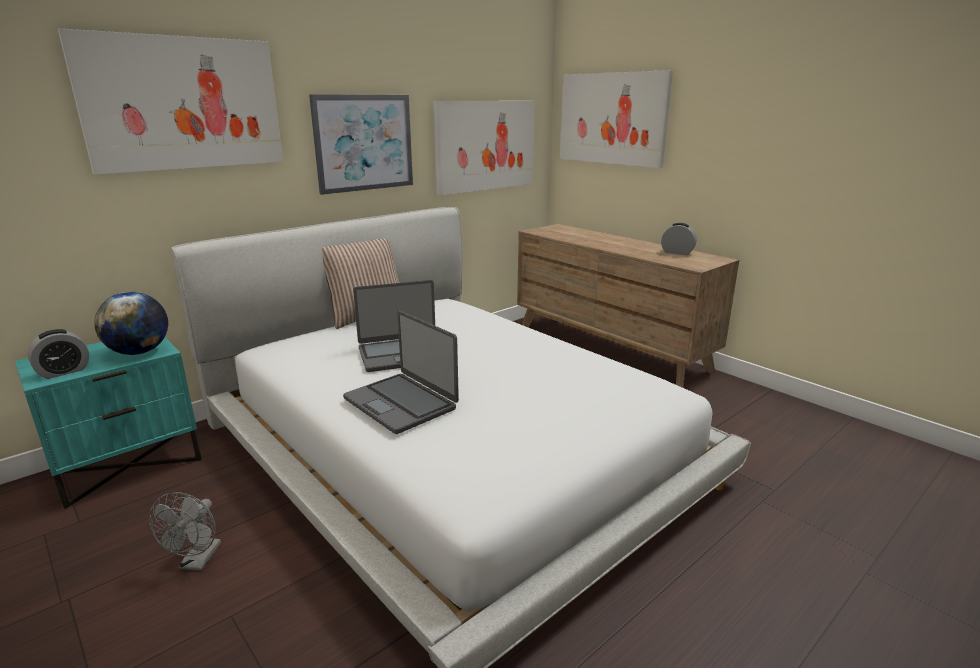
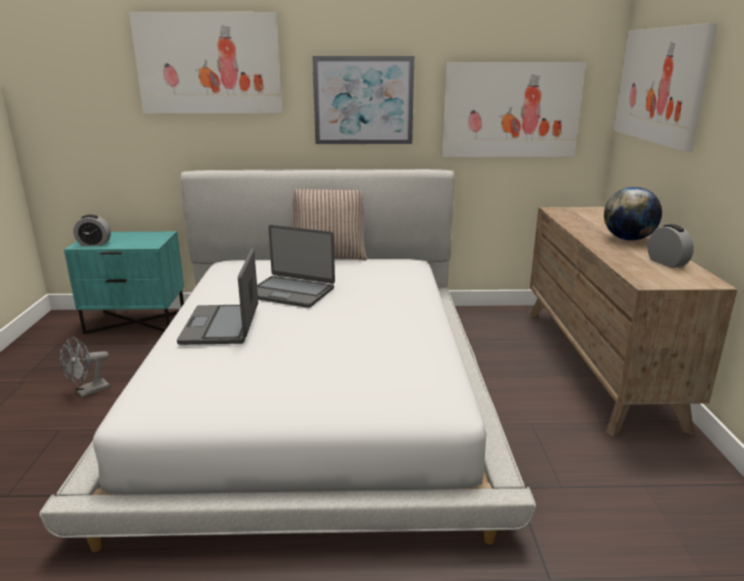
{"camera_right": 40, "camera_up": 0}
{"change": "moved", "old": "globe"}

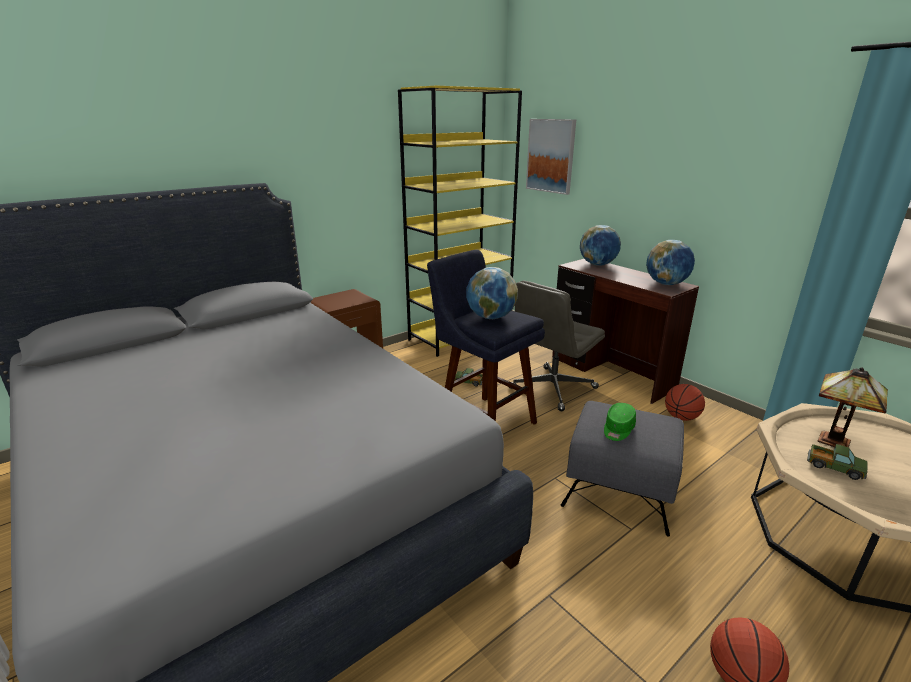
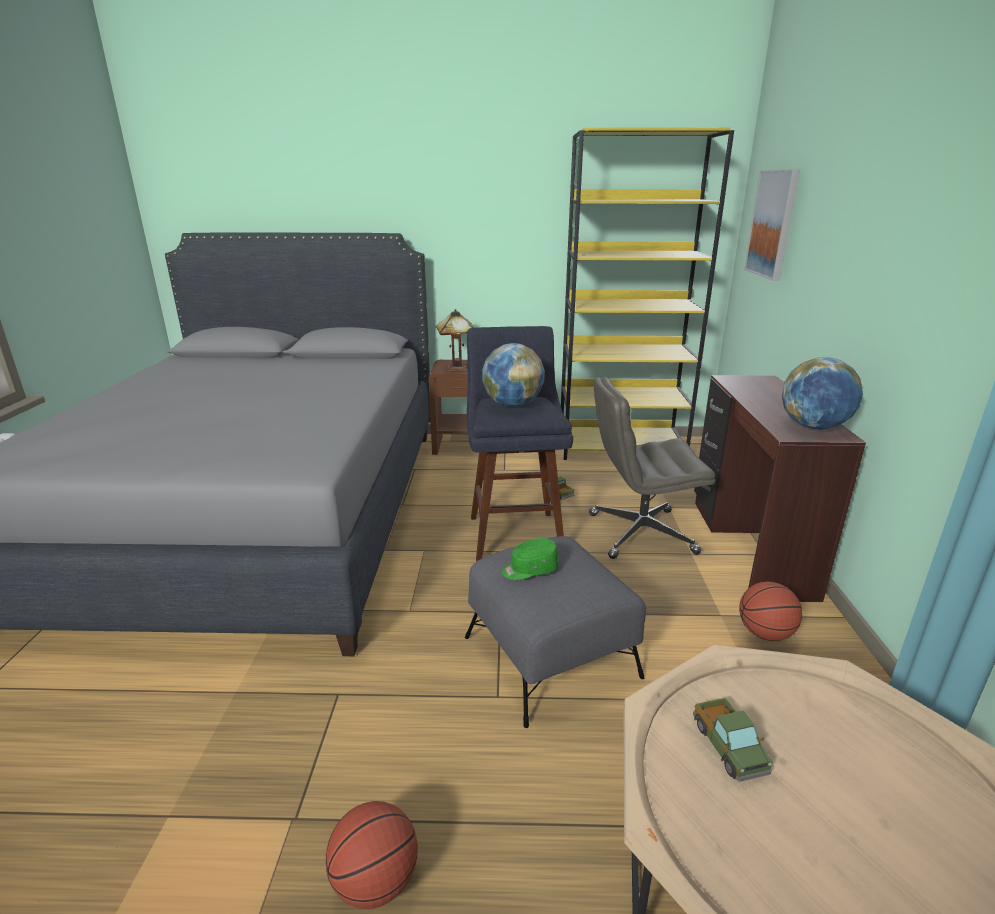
{"camera_right": 40, "camera_up": 0}
{"change": "removed", "old": "globe (2nd from left)"}
{"change": "moved", "old": "table lamp"}

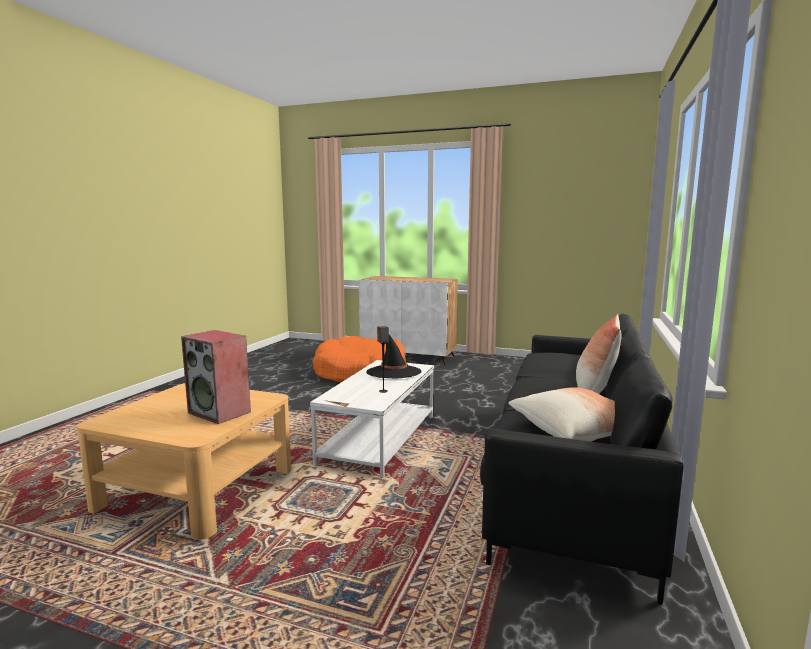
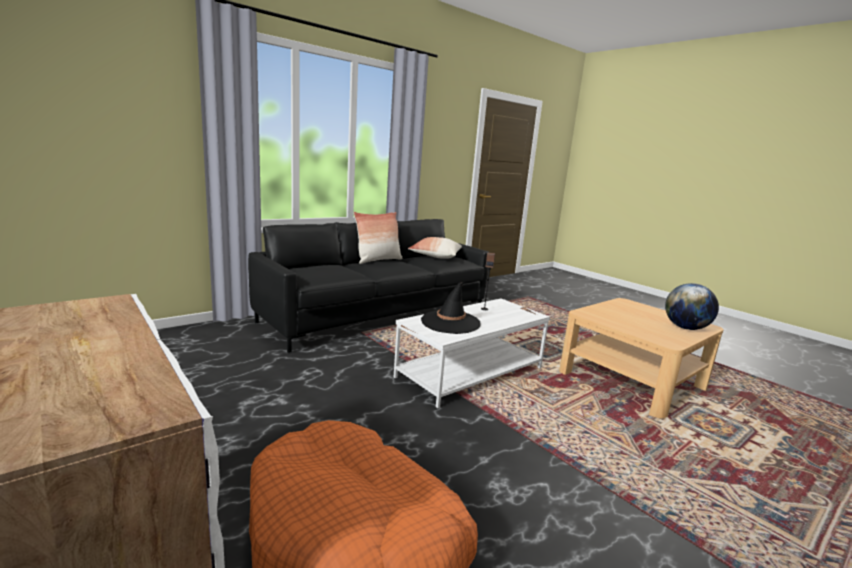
{"camera_right": -150, "camera_up": 5}
{"change": "removed", "old": "speaker (1st from left)"}
{"change": "added", "new": "globe"}

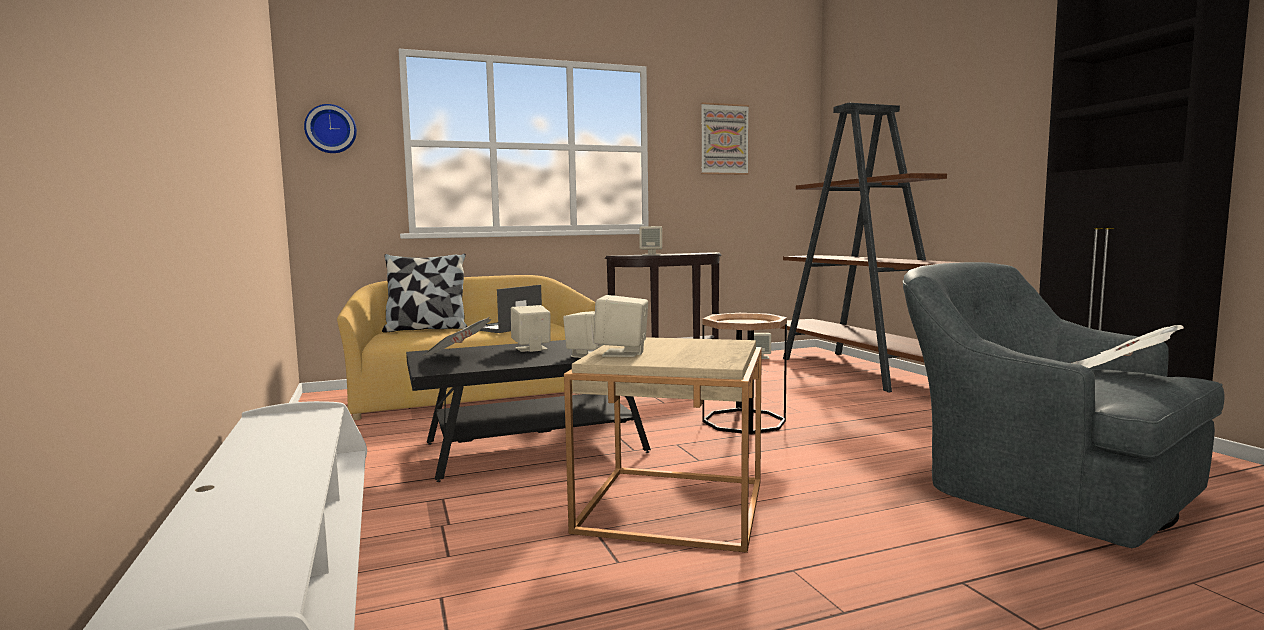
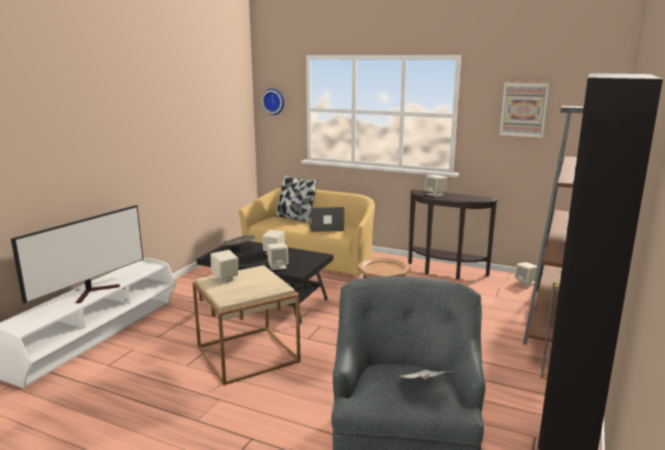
{"camera_right": 45, "camera_up": 10}
{"change": "added", "new": "television"}

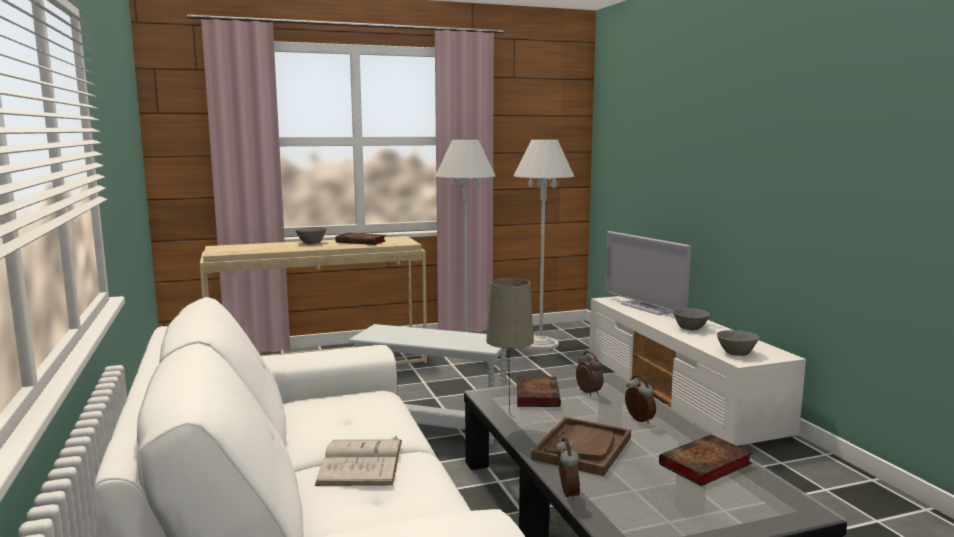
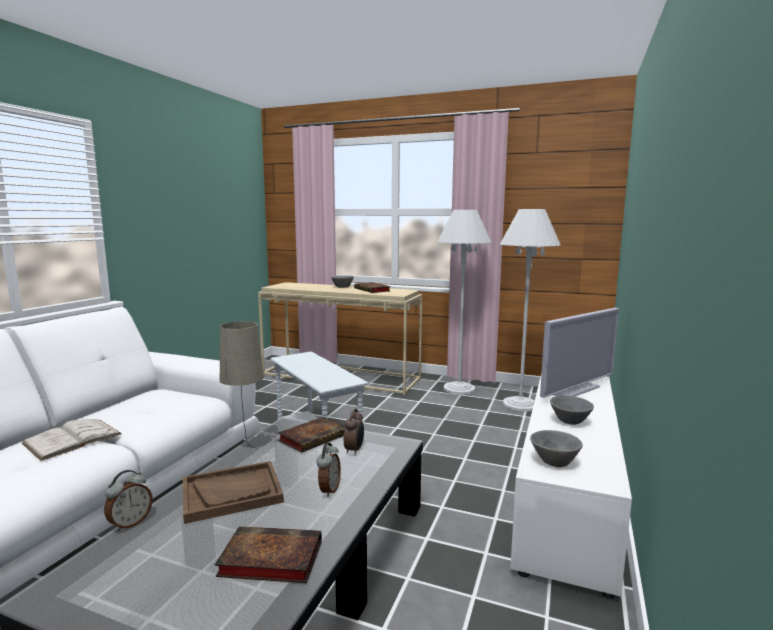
{"camera_right": 40, "camera_up": 0}
{"change": "turned", "old": "television", "degrees": -135}

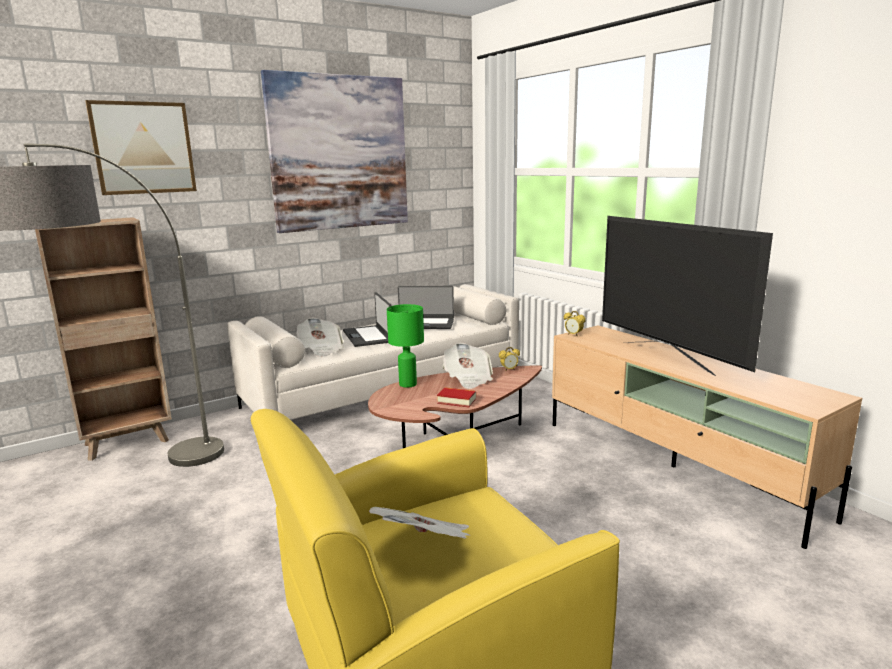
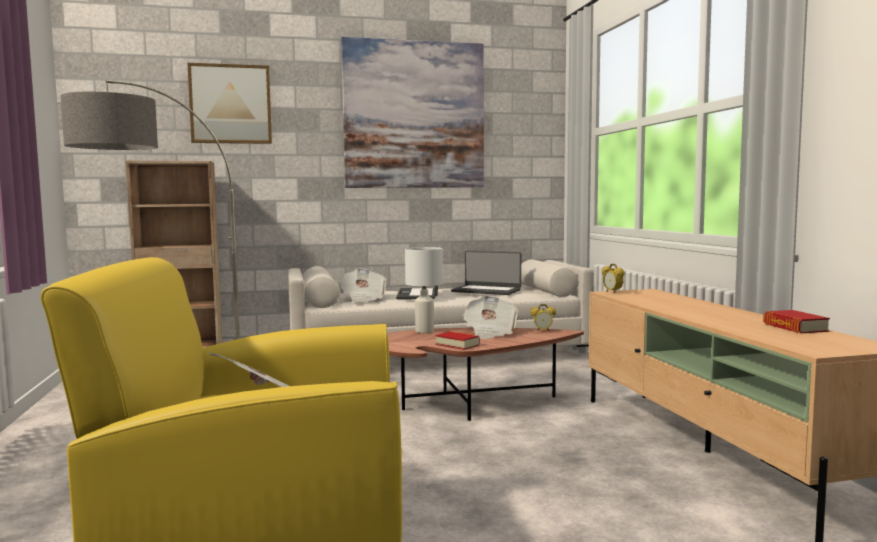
{"camera_right": 20, "camera_up": -10}
{"change": "removed", "old": "television"}
{"change": "added", "new": "book (2nd from left)"}
{"change": "recoloured", "old": "green table lamp", "new": "white table lamp"}

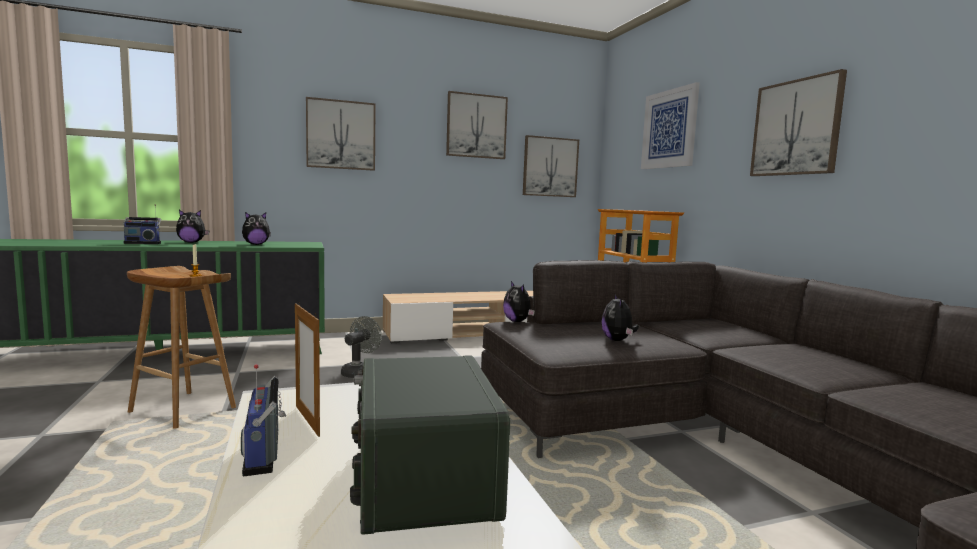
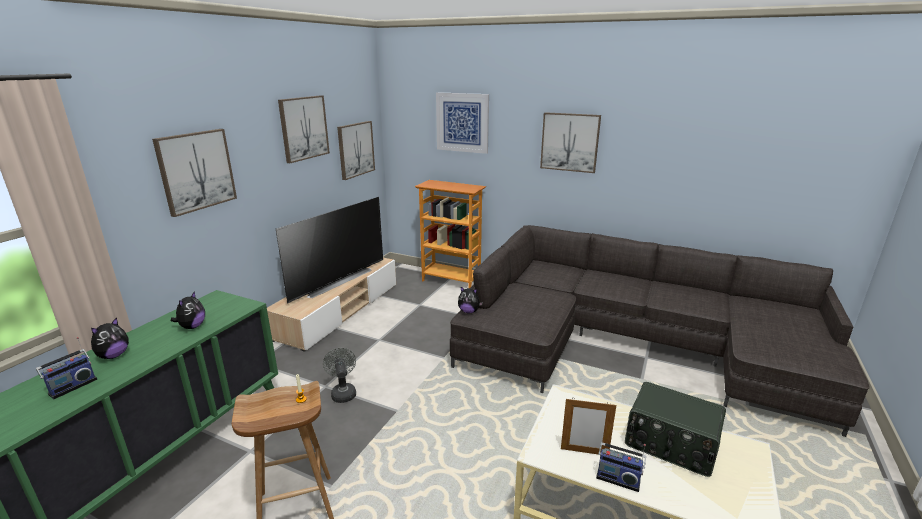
{"camera_right": -45, "camera_up": 15}
{"change": "removed", "old": "plush toy (4th from left)"}
{"change": "added", "new": "television"}

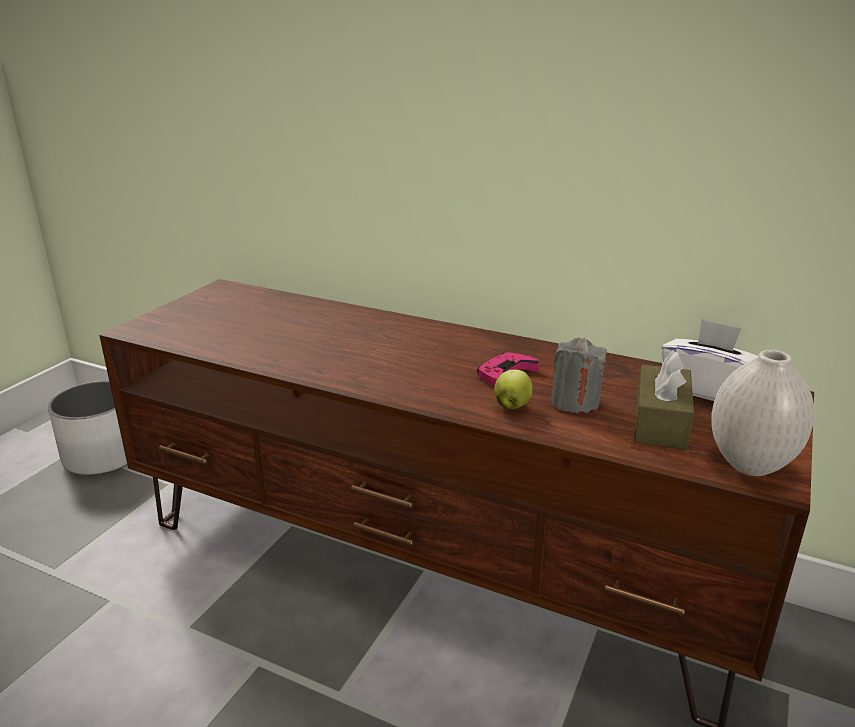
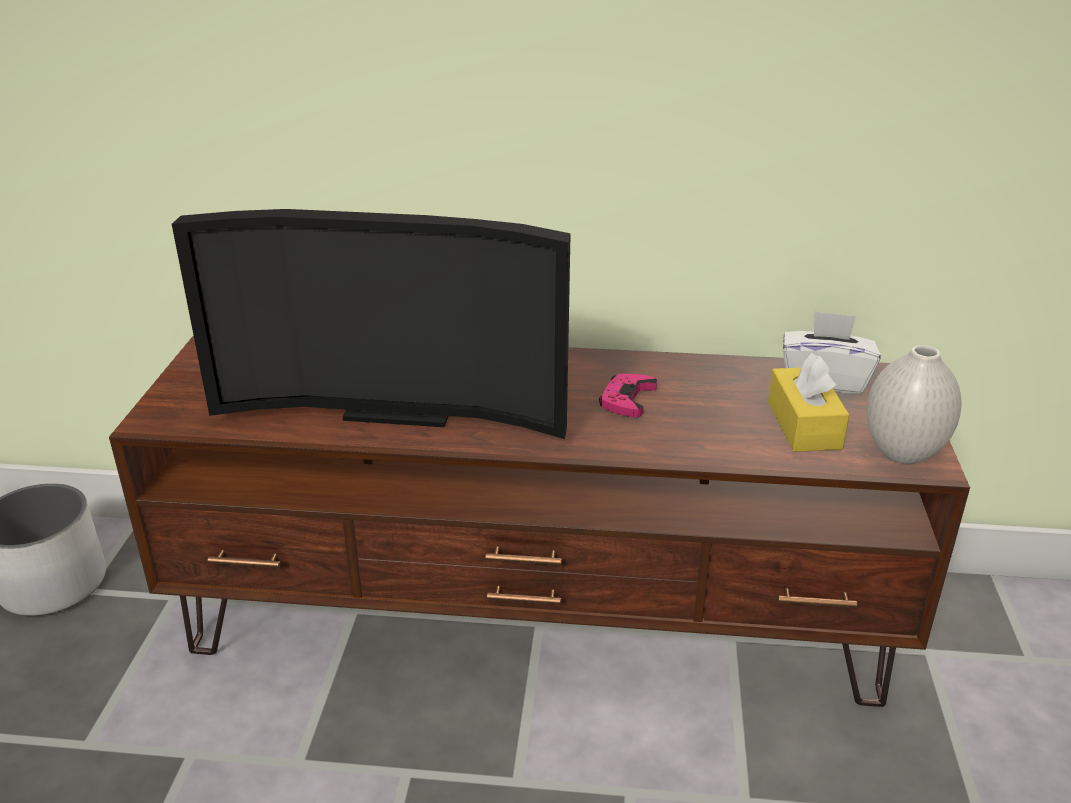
{"camera_right": -20, "camera_up": 5}
{"change": "removed", "old": "apple"}
{"change": "removed", "old": "grey candle"}
{"change": "added", "new": "television"}
{"change": "recoloured", "old": "brown tissue box", "new": "yellow tissue box"}

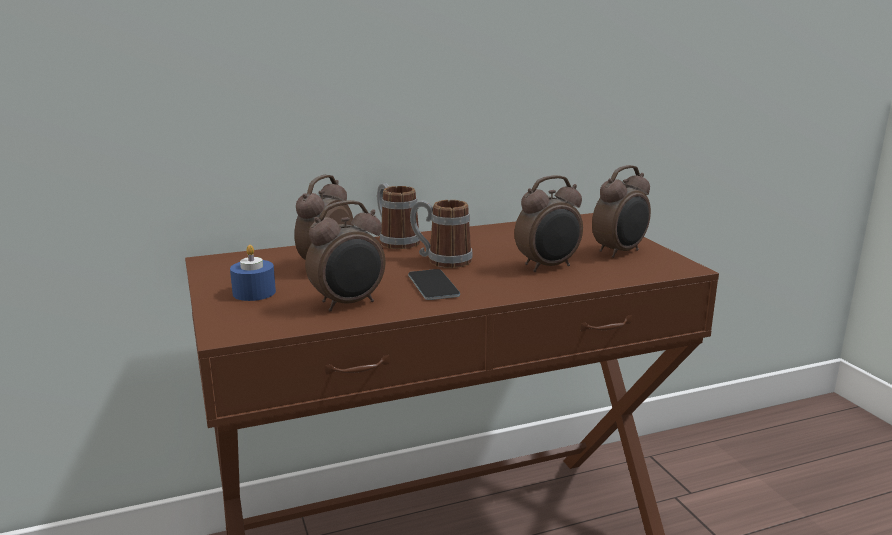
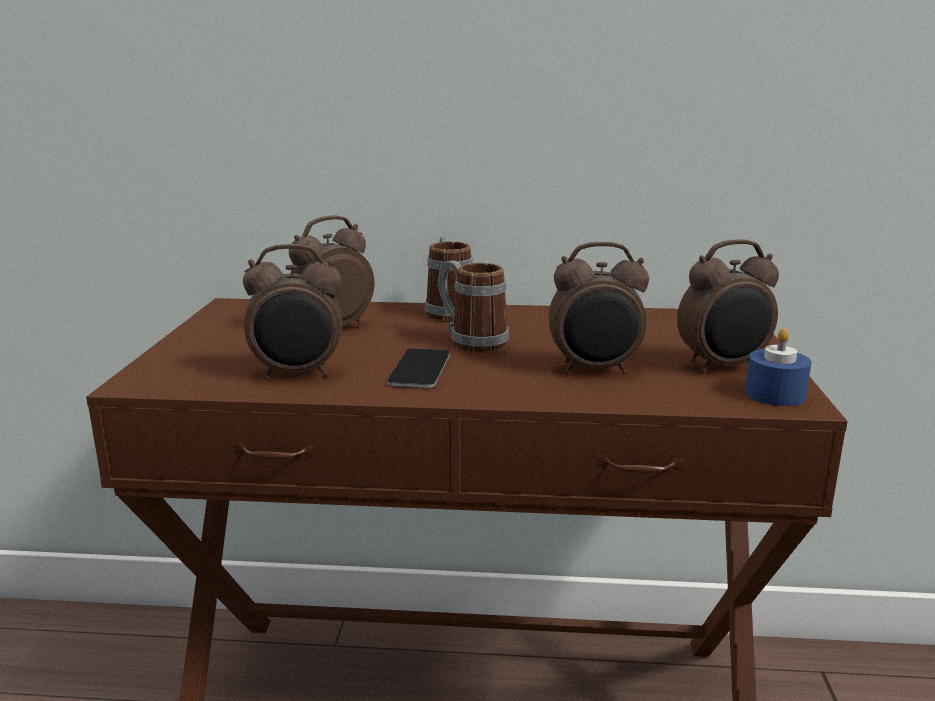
{"camera_right": 25, "camera_up": 0}
{"change": "moved", "old": "blue candle"}

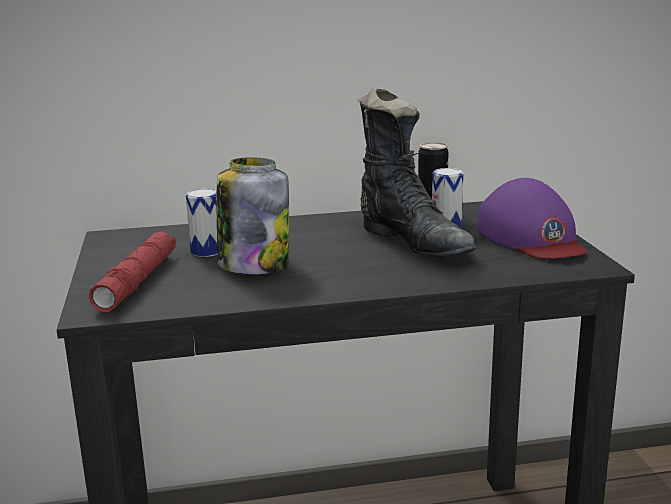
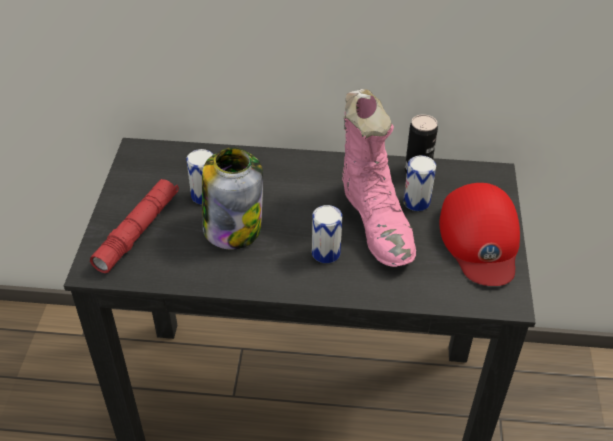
{"camera_right": 15, "camera_up": 25}
{"change": "added", "new": "can (2nd from left)"}
{"change": "recoloured", "old": "black boot", "new": "pink boot"}
{"change": "recoloured", "old": "purple cap", "new": "red cap"}

